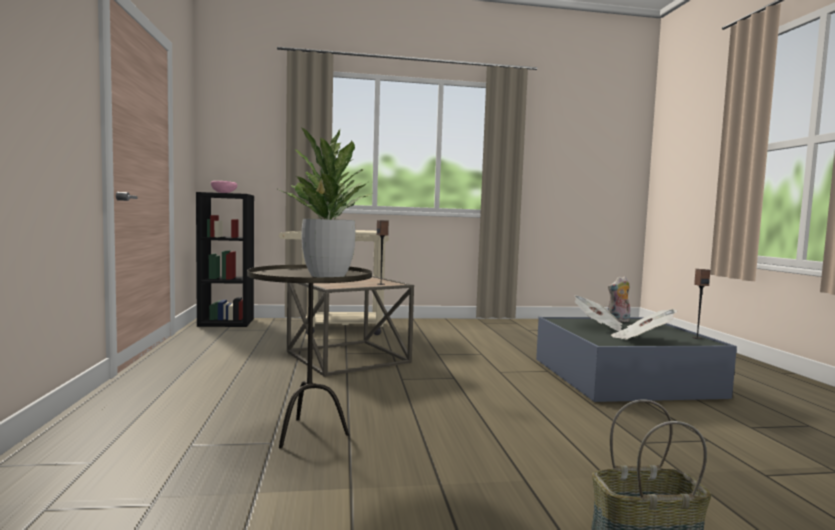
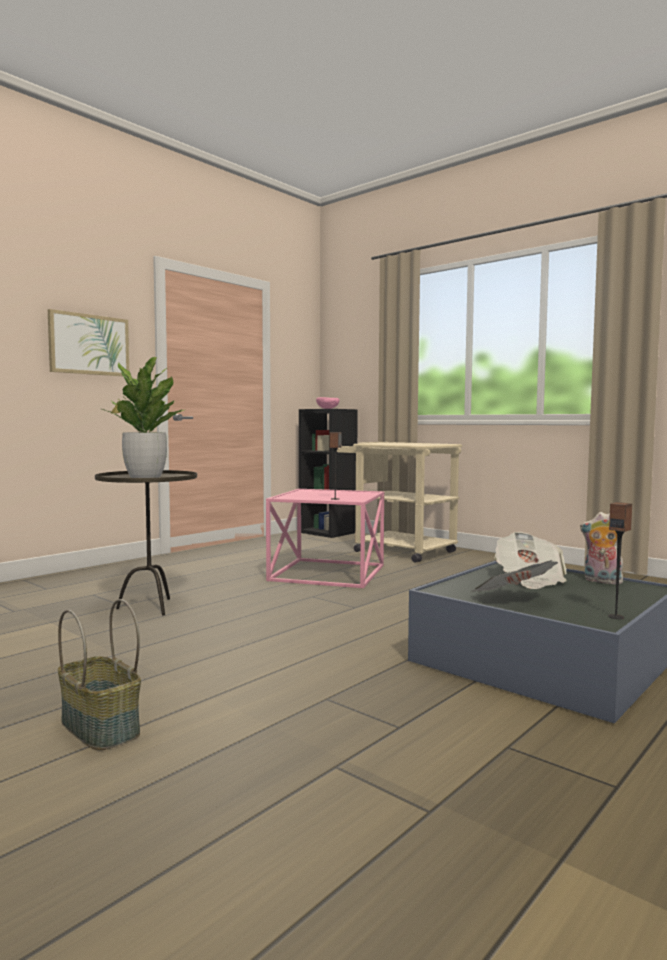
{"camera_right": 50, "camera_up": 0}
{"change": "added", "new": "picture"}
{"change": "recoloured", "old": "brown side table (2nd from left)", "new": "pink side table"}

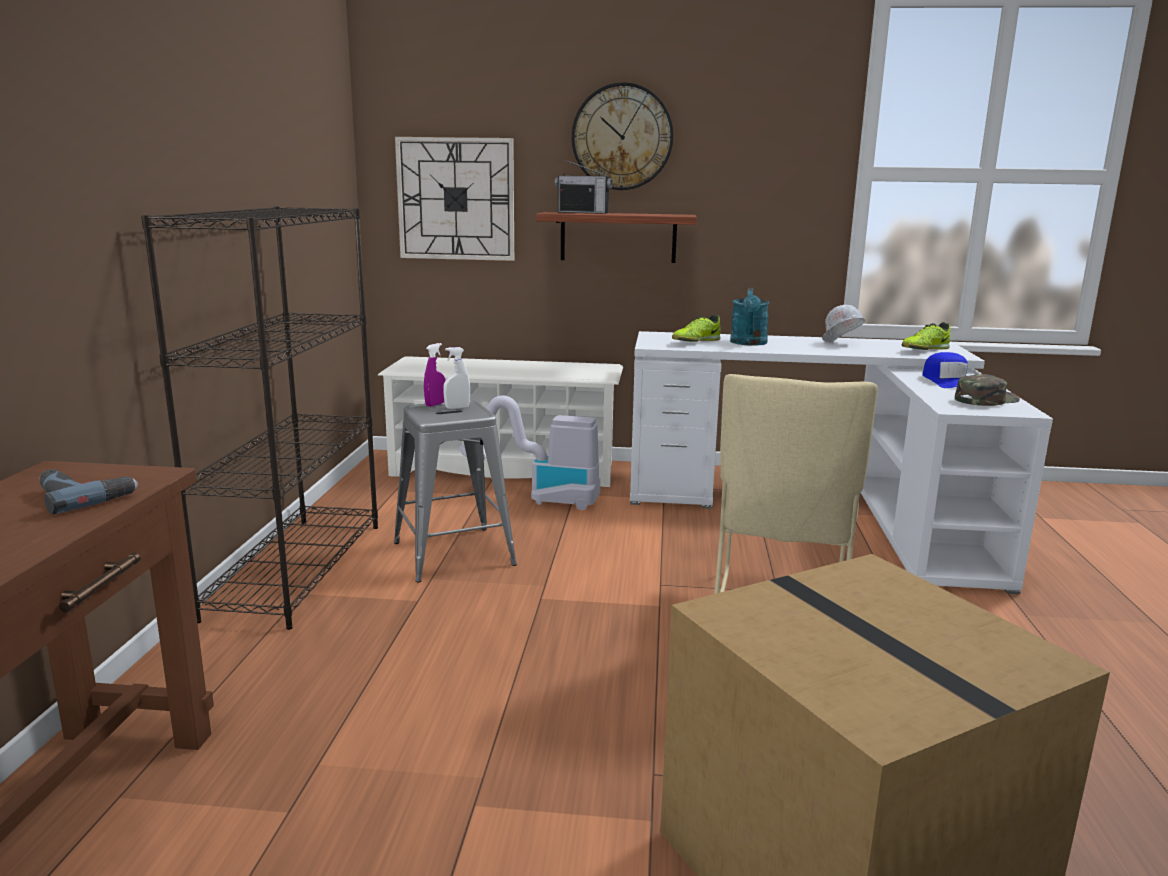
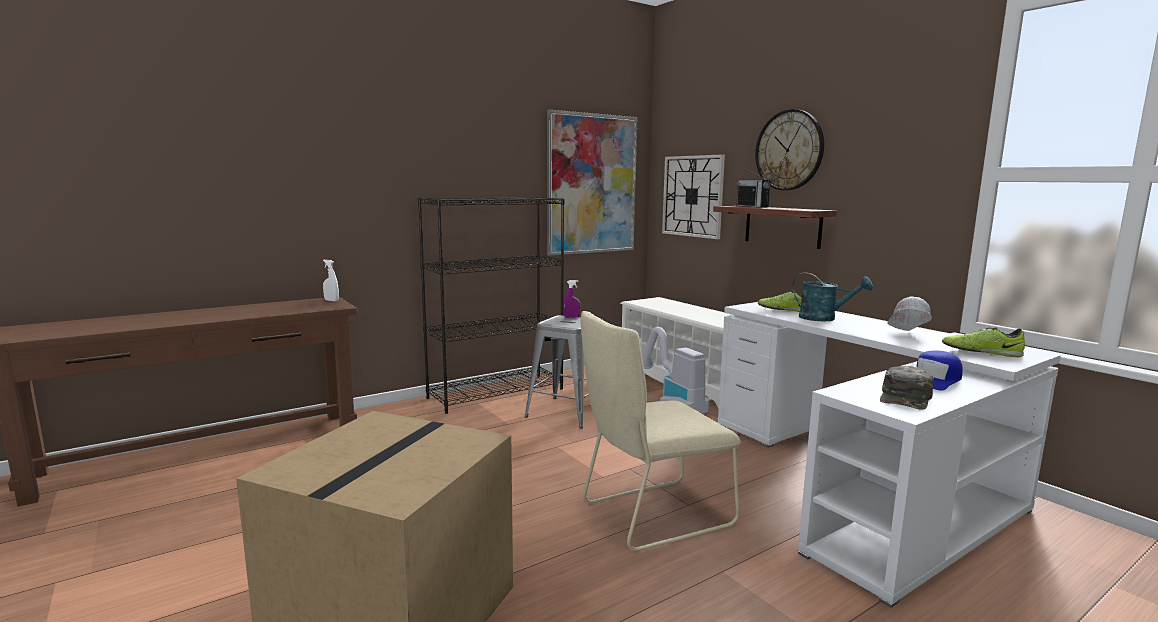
{"camera_right": 50, "camera_up": -5}
{"change": "removed", "old": "power drill"}
{"change": "added", "new": "picture"}
{"change": "moved", "old": "white spray bottle"}
{"change": "turned", "old": "turquoise watering can", "degrees": -120}
{"change": "turned", "old": "green cap", "degrees": 105}

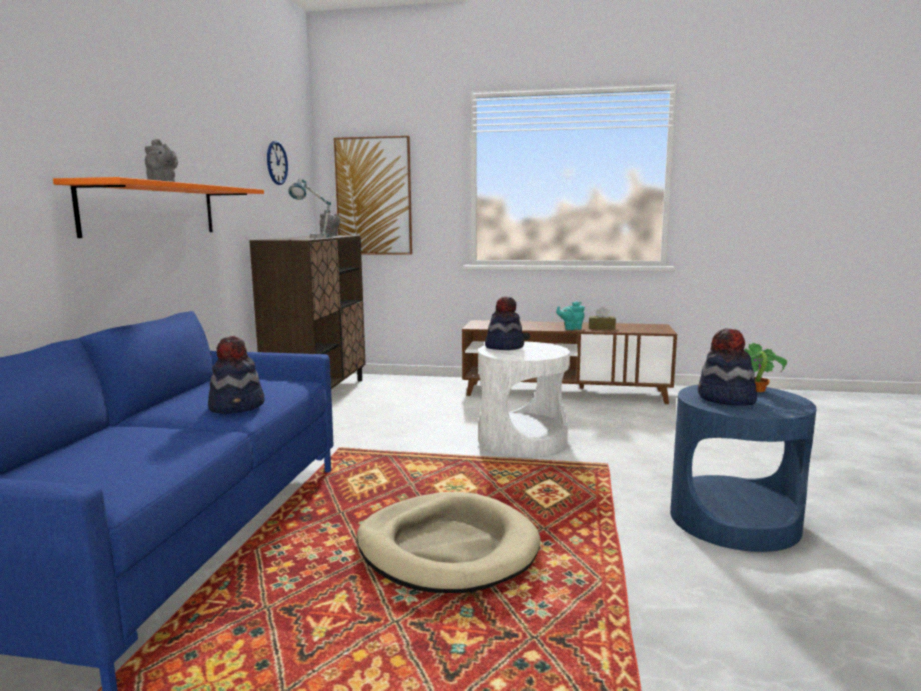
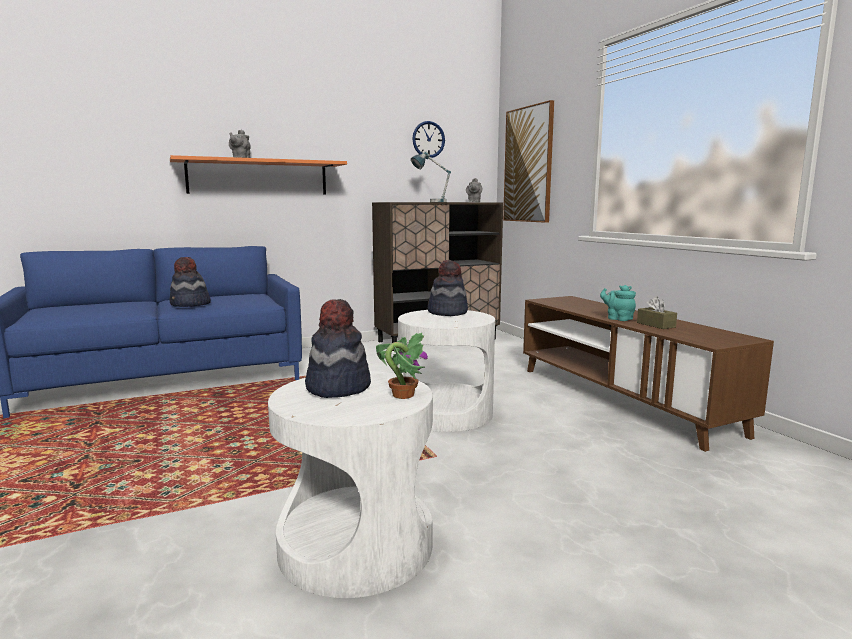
{"camera_right": 55, "camera_up": 0}
{"change": "removed", "old": "beige dog bed"}
{"change": "recoloured", "old": "blue side table", "new": "white side table (1st from left)"}

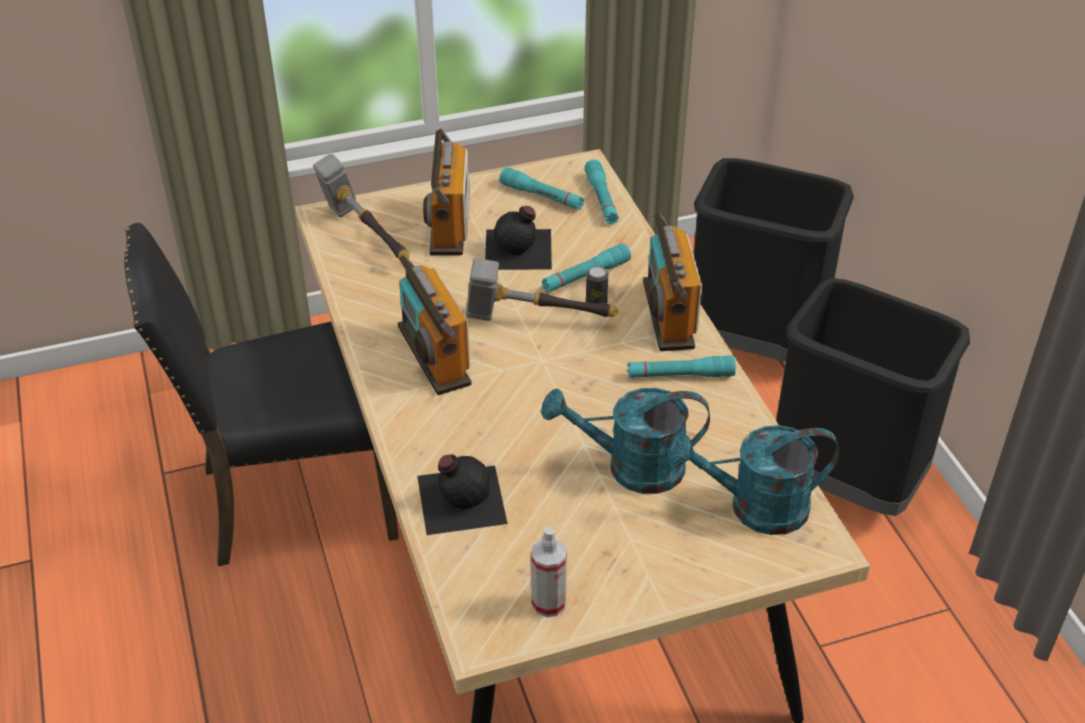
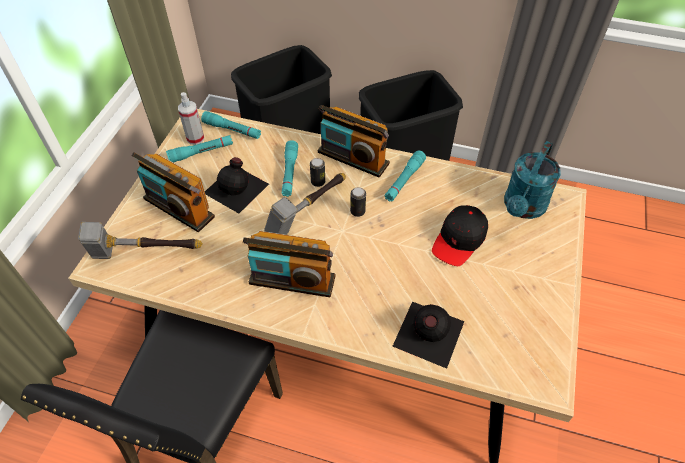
{"camera_right": -55, "camera_up": 10}
{"change": "added", "new": "can (2nd from left)"}
{"change": "moved", "old": "spray bottle"}
{"change": "replaced", "old": "turquoise watering can (1st from left)", "new": "black cap"}

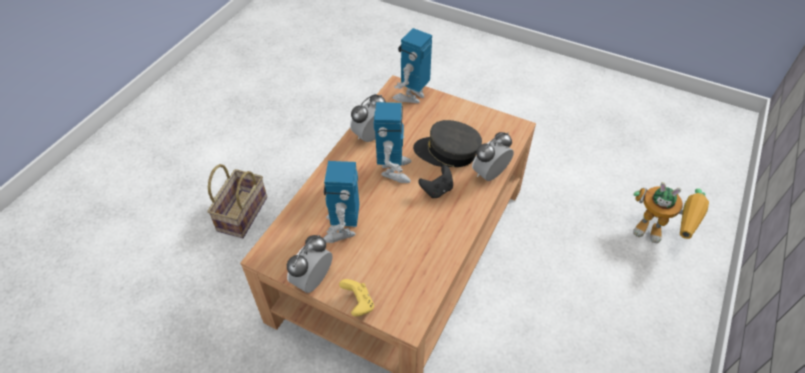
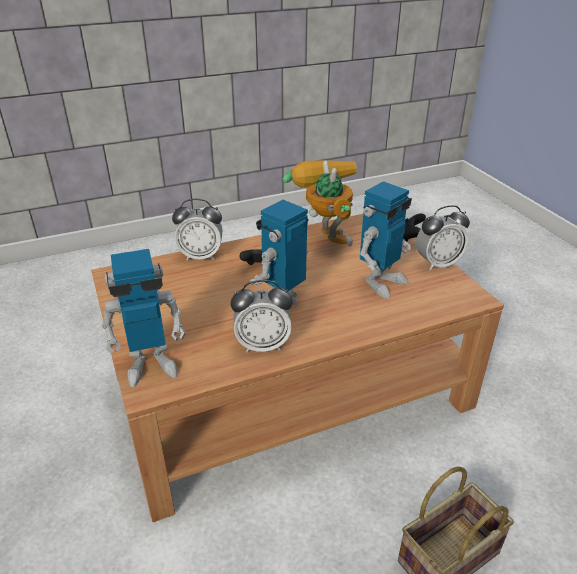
{"camera_right": -140, "camera_up": -15}
{"change": "removed", "old": "grey cap"}
{"change": "moved", "old": "toy robot (4th from left in the first image)", "new": "toy robot (3rd from left)"}
{"change": "recoloured", "old": "yellow game controller", "new": "black game controller (2nd from left)"}

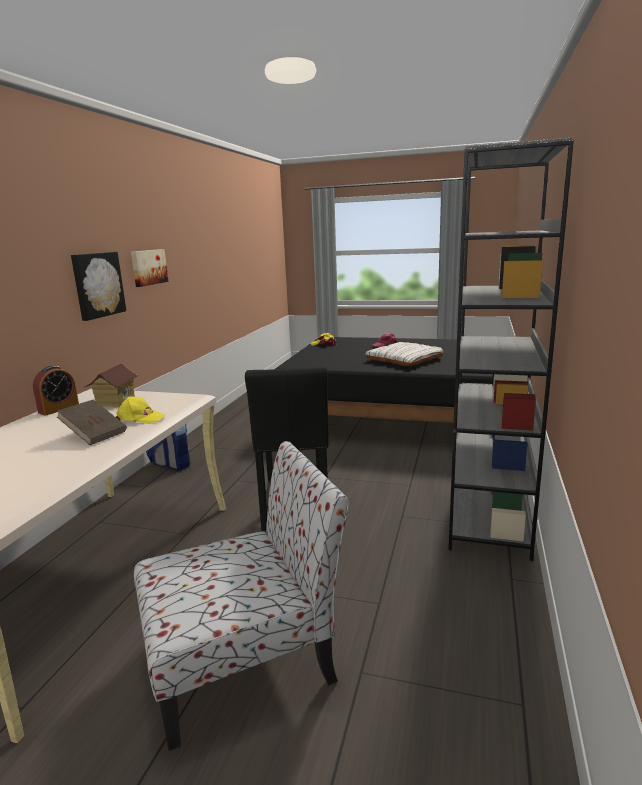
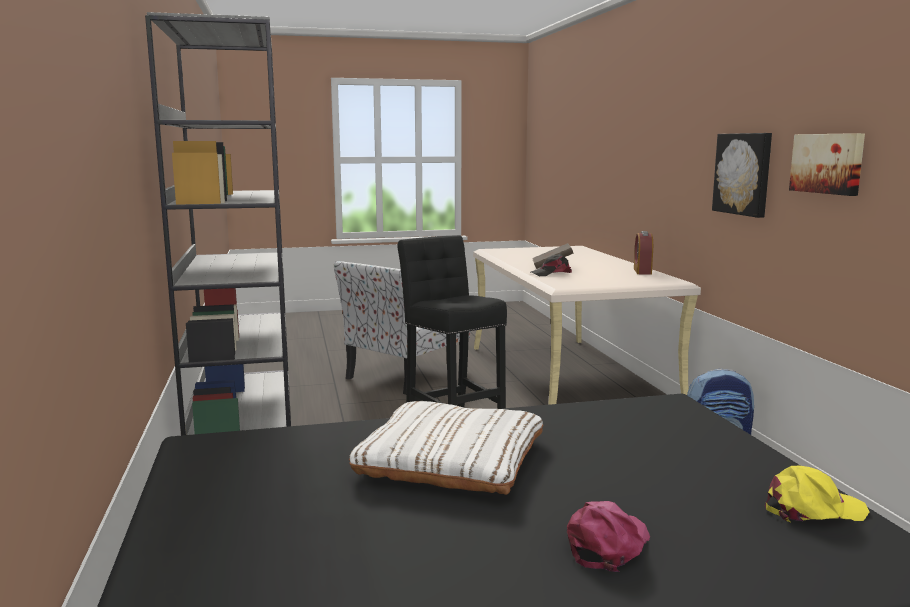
{"camera_right": 150, "camera_up": -5}
{"change": "removed", "old": "toy house"}
{"change": "recoloured", "old": "yellow cap (1st from left)", "new": "black cap"}

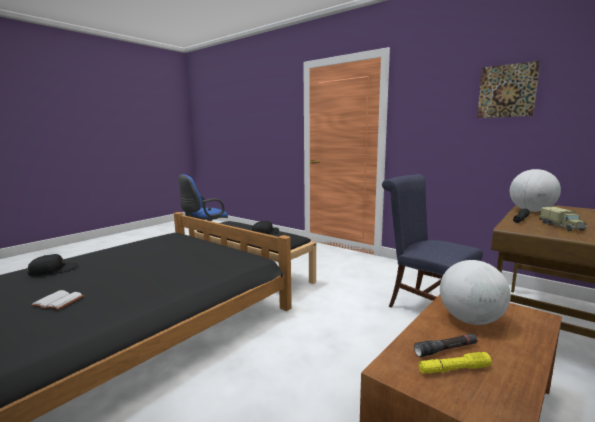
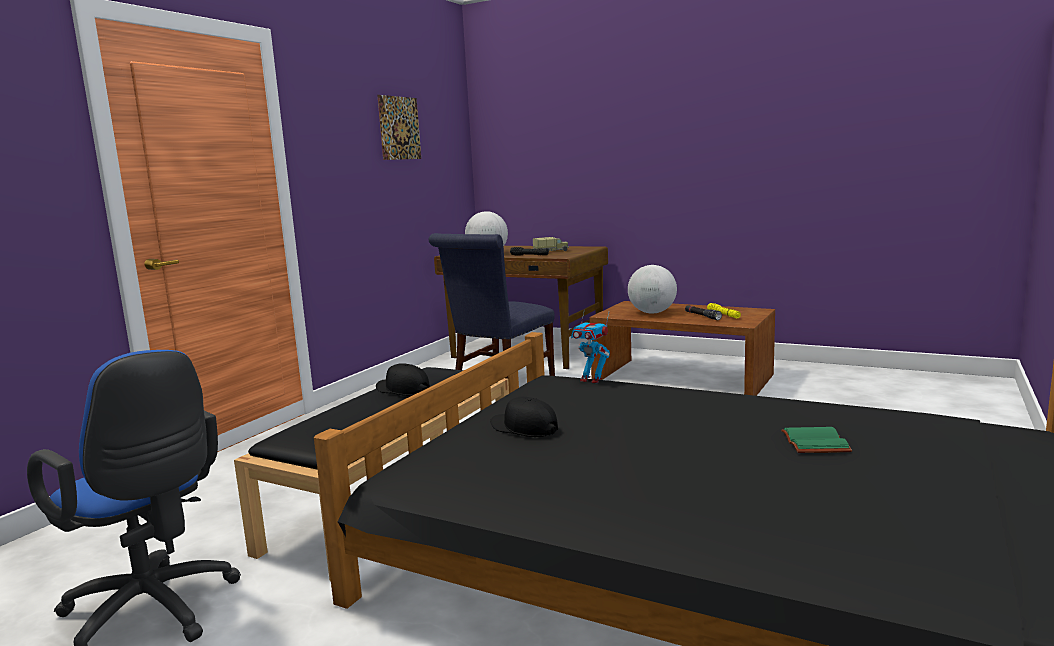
{"camera_right": -100, "camera_up": 0}
{"change": "added", "new": "toy robot"}
{"change": "moved", "old": "black cap (1st from left in the first image)", "new": "black cap (2nd from left)"}
{"change": "recoloured", "old": "white book", "new": "green book"}

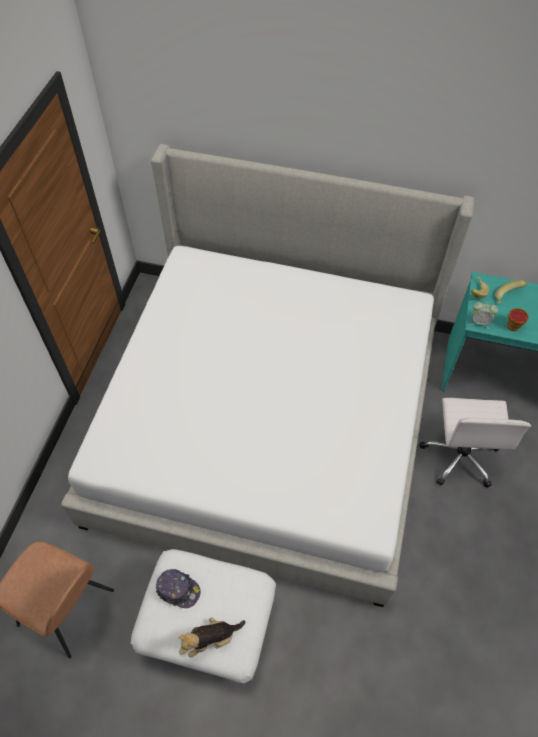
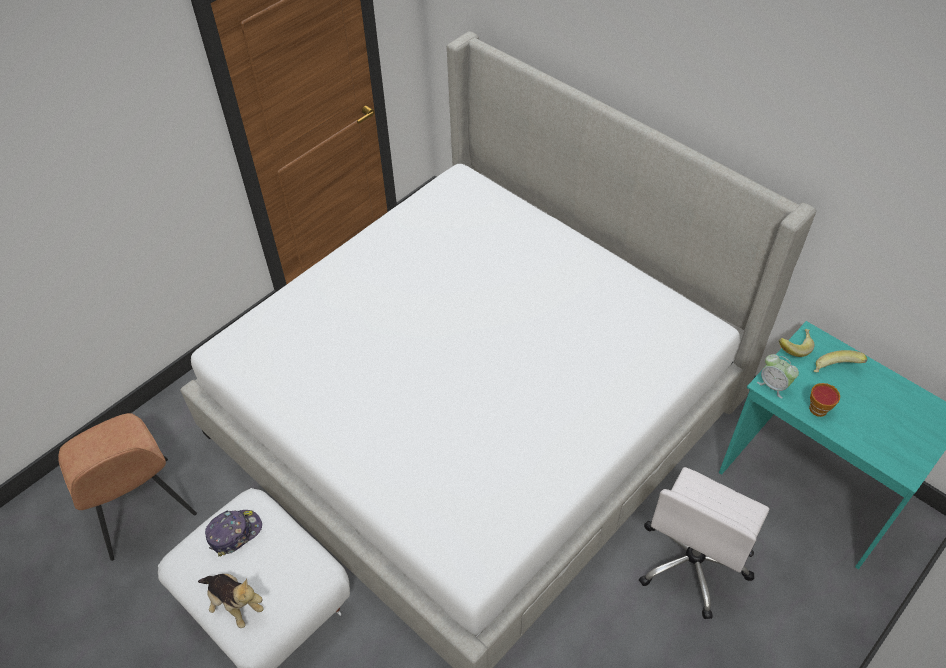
{"camera_right": 30, "camera_up": -5}
{"change": "turned", "old": "cap", "degrees": -90}
{"change": "turned", "old": "plush toy", "degrees": -150}

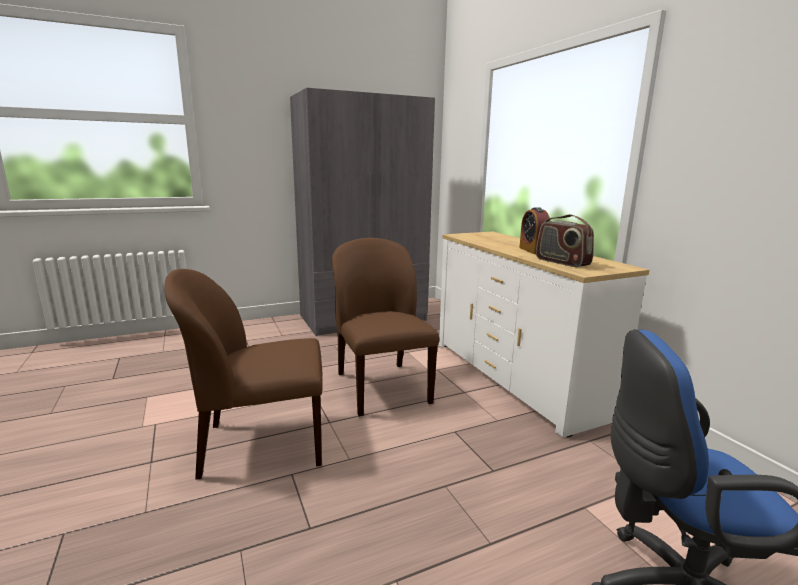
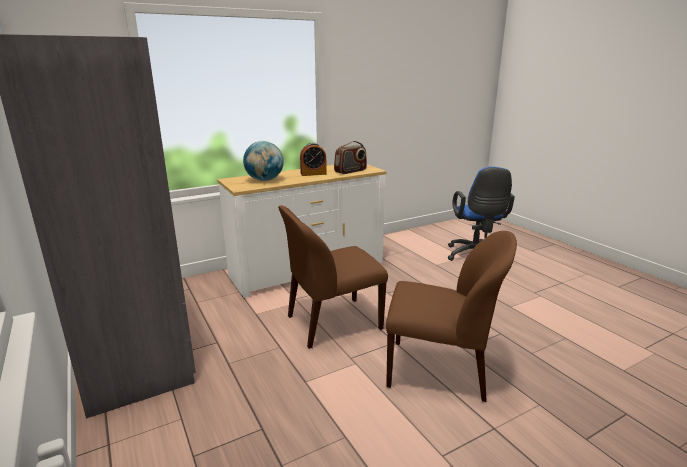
{"camera_right": -95, "camera_up": 5}
{"change": "added", "new": "globe"}
{"change": "turned", "old": "brown chair (1st from left in the first image)", "degrees": -60}

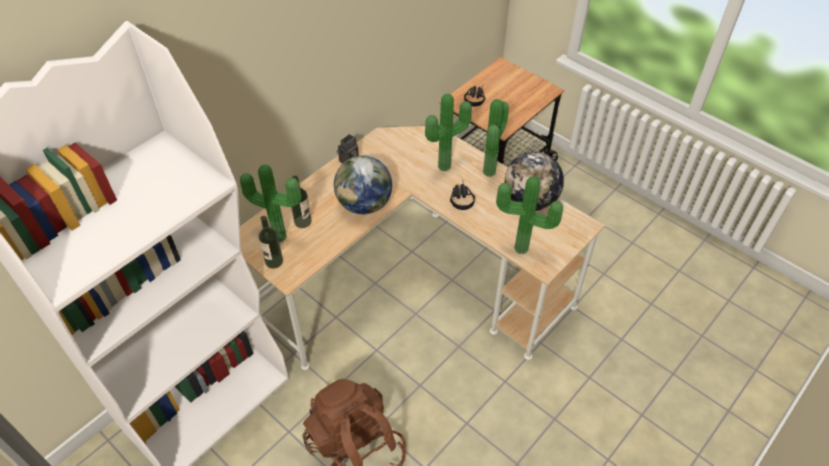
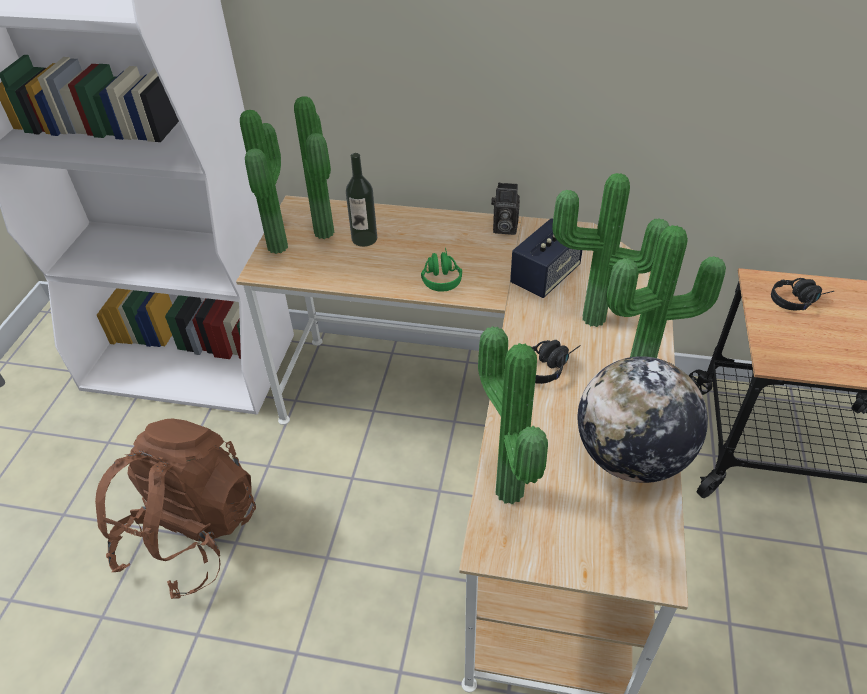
{"camera_right": 60, "camera_up": -5}
{"change": "added", "new": "speaker"}
{"change": "replaced", "old": "bottle (1st from left)", "new": "potted plant (1st from left)"}
{"change": "replaced", "old": "globe (1st from left)", "new": "green headphones"}

